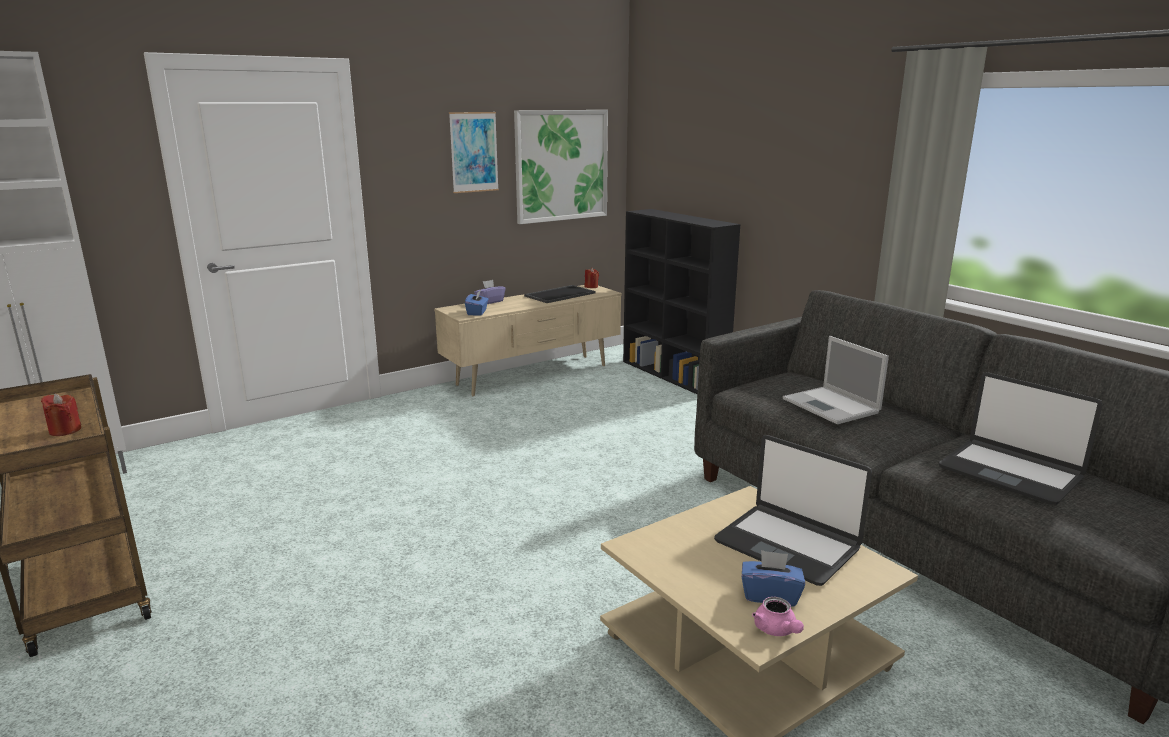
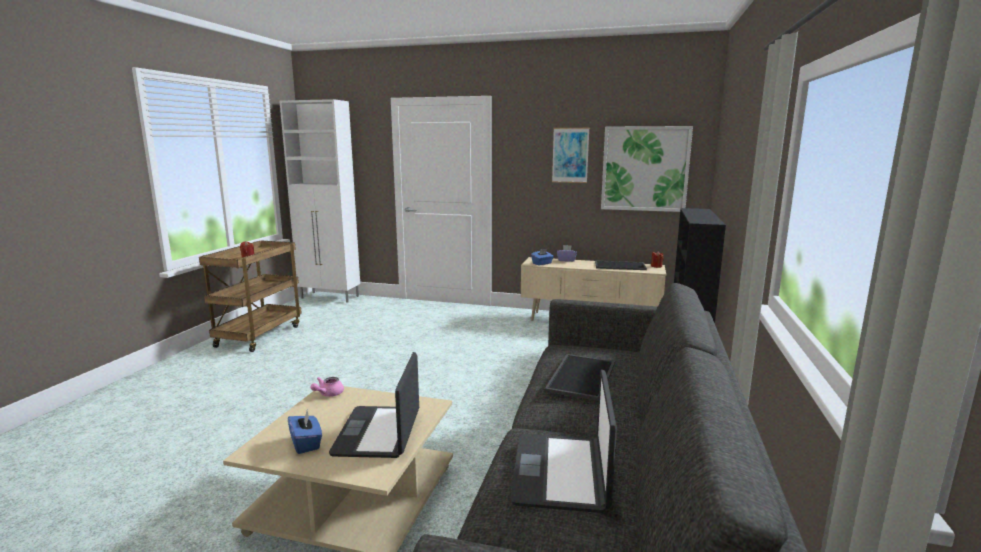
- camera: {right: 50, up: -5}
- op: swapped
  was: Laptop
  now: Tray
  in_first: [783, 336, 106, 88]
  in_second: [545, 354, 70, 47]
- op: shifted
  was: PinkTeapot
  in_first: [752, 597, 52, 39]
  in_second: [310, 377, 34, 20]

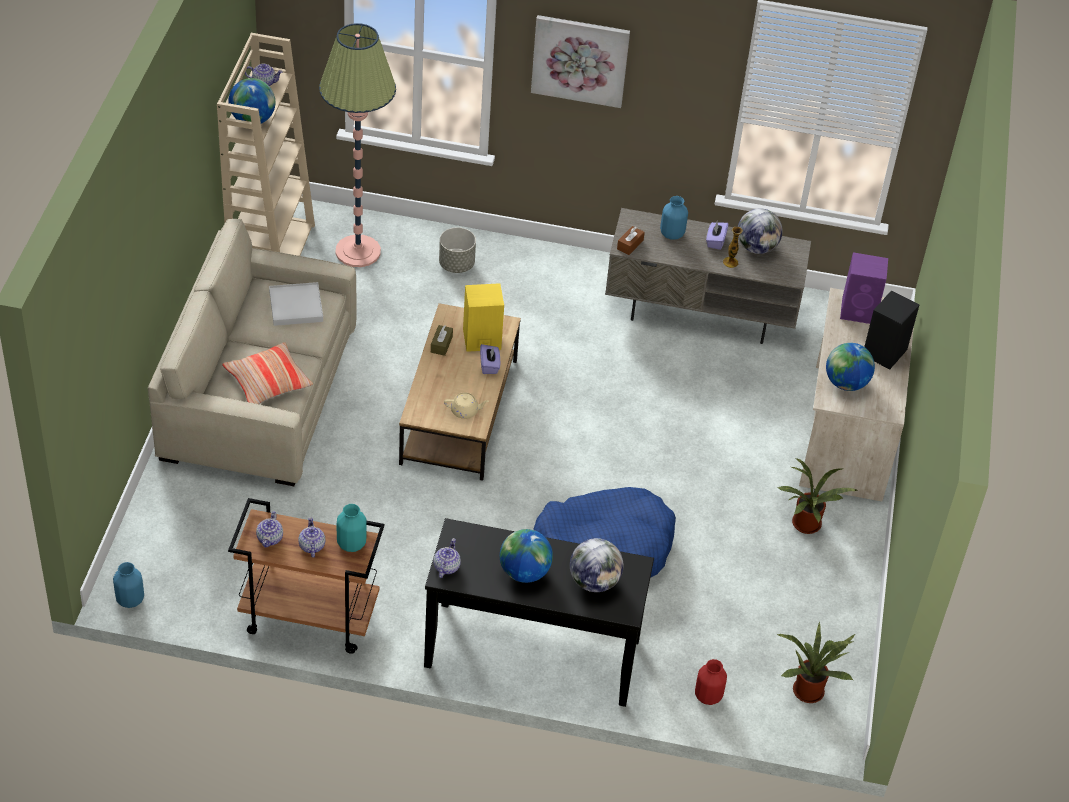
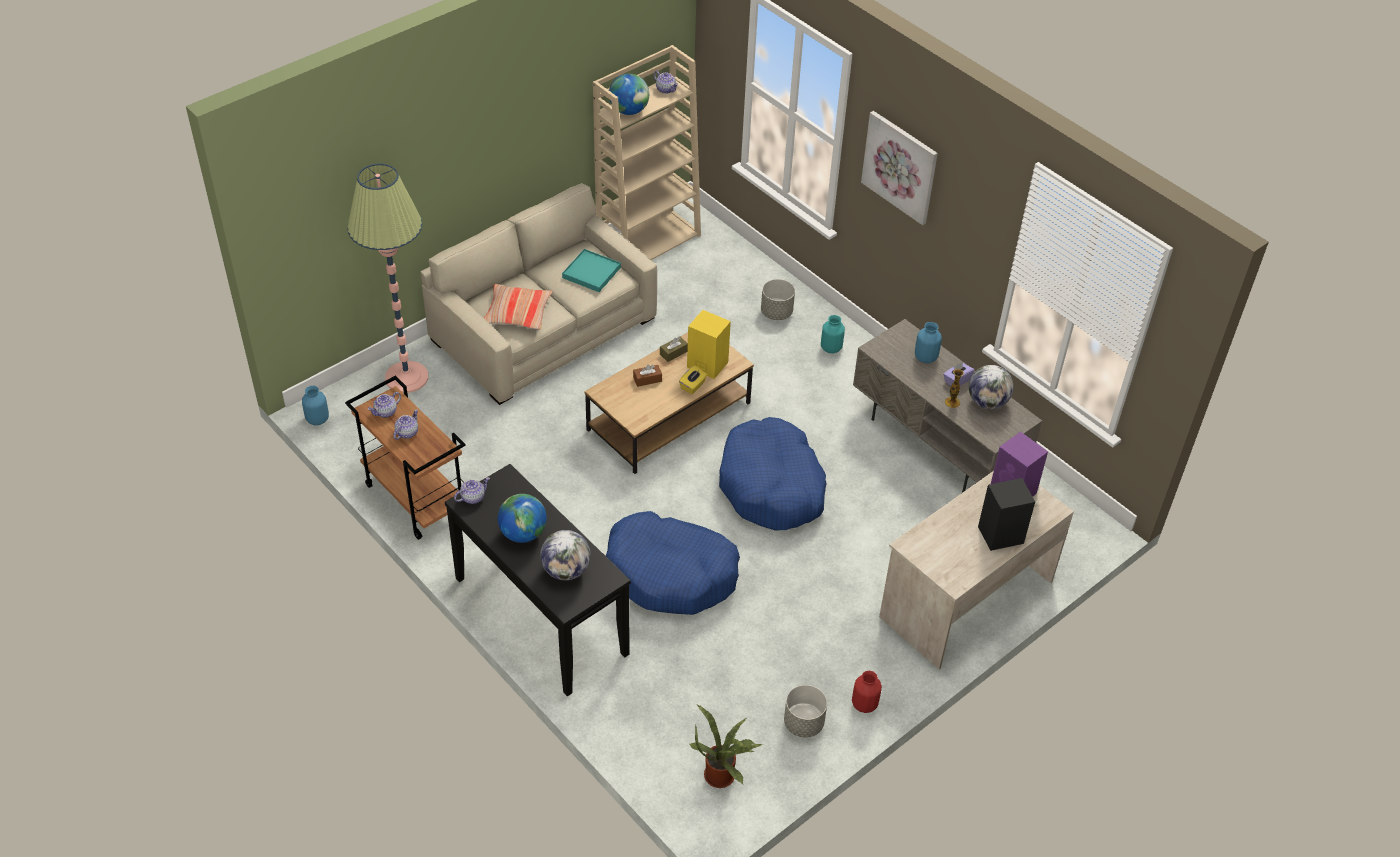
- camera: {right: 40, up: 0}
- op: shifted
  was: FloorLamp
  in_first: [319, 23, 77, 244]
  in_second: [347, 164, 81, 229]
- op: shifted
  was: BrownTissueBox
  in_first: [617, 226, 28, 29]
  in_second: [633, 365, 29, 22]
- op: repainted
  was: WhiteTray
  now: TurquoiseTray
  in_first: [269, 282, 54, 44]
  in_second: [562, 249, 59, 43]
- op: gone
  was: Globe
  in_first: [826, 343, 49, 48]
- op: repainted
  was: PurpleTissueBox
  now: YellowTissueBox
  in_first: [480, 344, 20, 30]
  in_second: [679, 365, 28, 29]
- op: gone
  was: BeigeTeapot
  in_first: [444, 392, 45, 27]
- op: gone
  was: PottedPlant
  in_first: [777, 458, 82, 76]
- op: shifted
  was: TurquoiseVase
  in_first: [337, 504, 30, 48]
  in_second: [821, 315, 24, 38]
- op: shifted
  was: RedVase
  in_first: [695, 659, 32, 46]
  in_second: [852, 671, 30, 42]
- op: new
  now: BlueDogBed
  in_second: [719, 417, 108, 114]
- op: new
  now: GreyPlanter
  in_second: [784, 685, 43, 53]

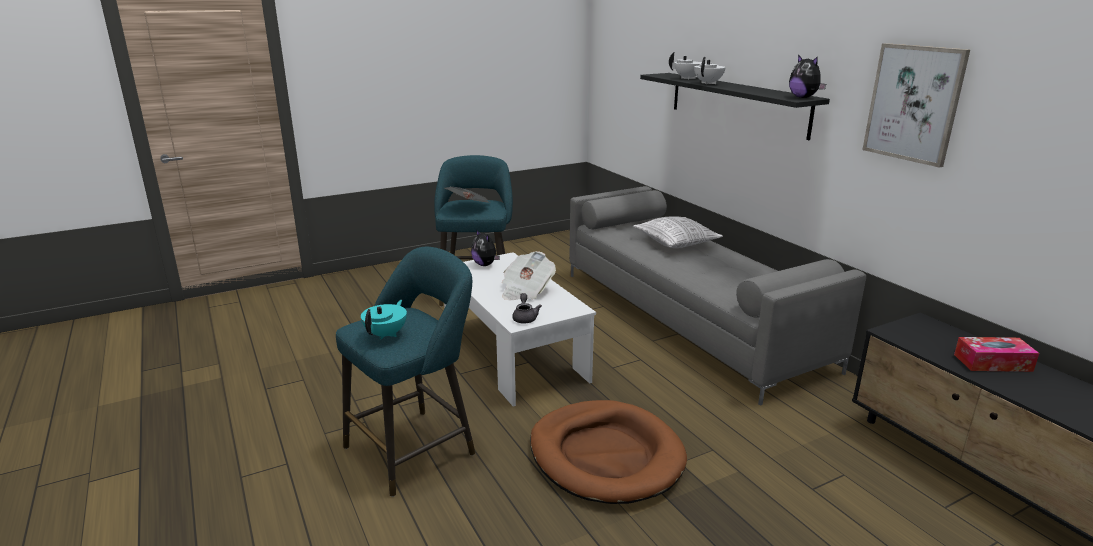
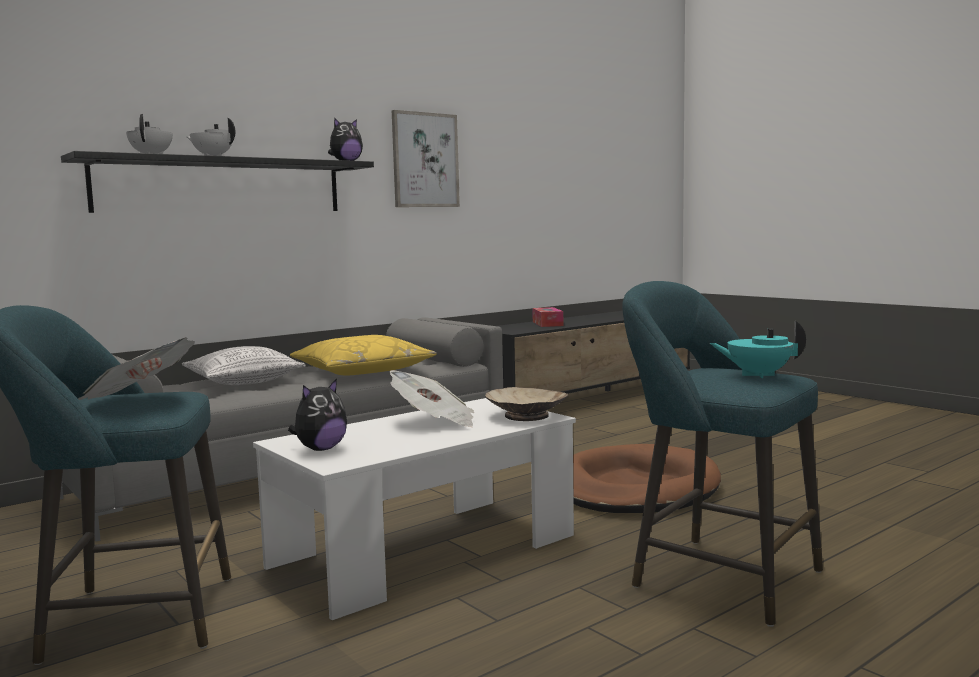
- camera: {right: -100, up: -15}
- op: swapped
  was: GreyTeapot
  now: BeigeBowl
  in_first: [512, 293, 30, 30]
  in_second: [485, 387, 83, 34]
- op: new
  now: YellowPillow
  in_second: [290, 335, 147, 40]

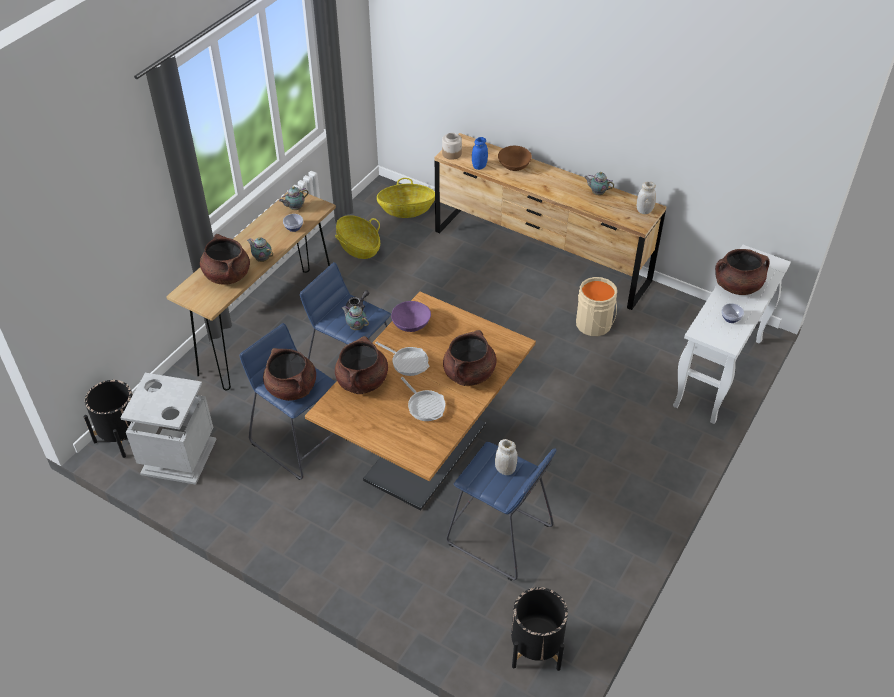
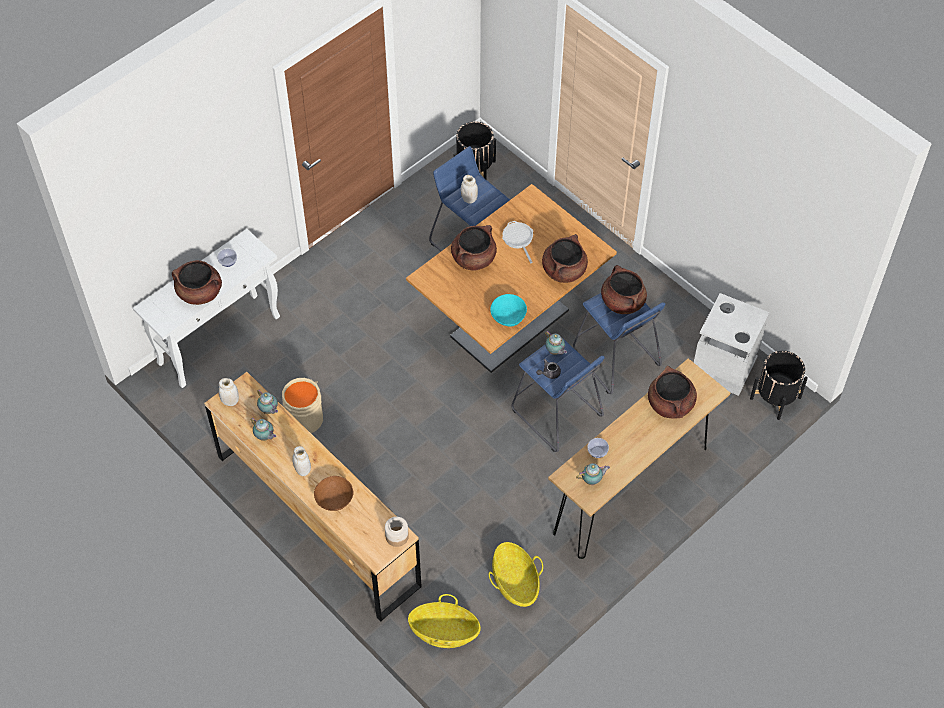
- camera: {right: -165, up: 10}
- op: gone
  was: BlueJar
  in_first: [472, 137, 16, 33]
- op: shifted
  was: Teapot
  in_first: [247, 237, 26, 25]
  in_second: [257, 389, 21, 25]
- op: repainted
  was: PurpleBowl
  now: TurquoiseBowl
  in_first: [391, 301, 40, 31]
  in_second: [490, 294, 37, 32]
- op: gone
  was: FryingPan
  in_first: [375, 342, 54, 34]
- op: new
  now: WhiteJar
  in_second: [292, 446, 19, 30]

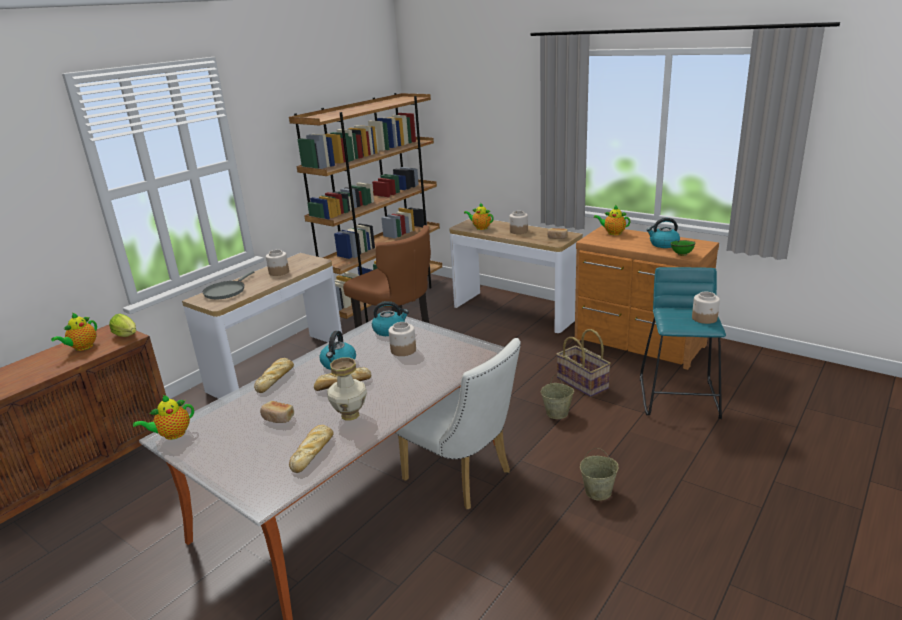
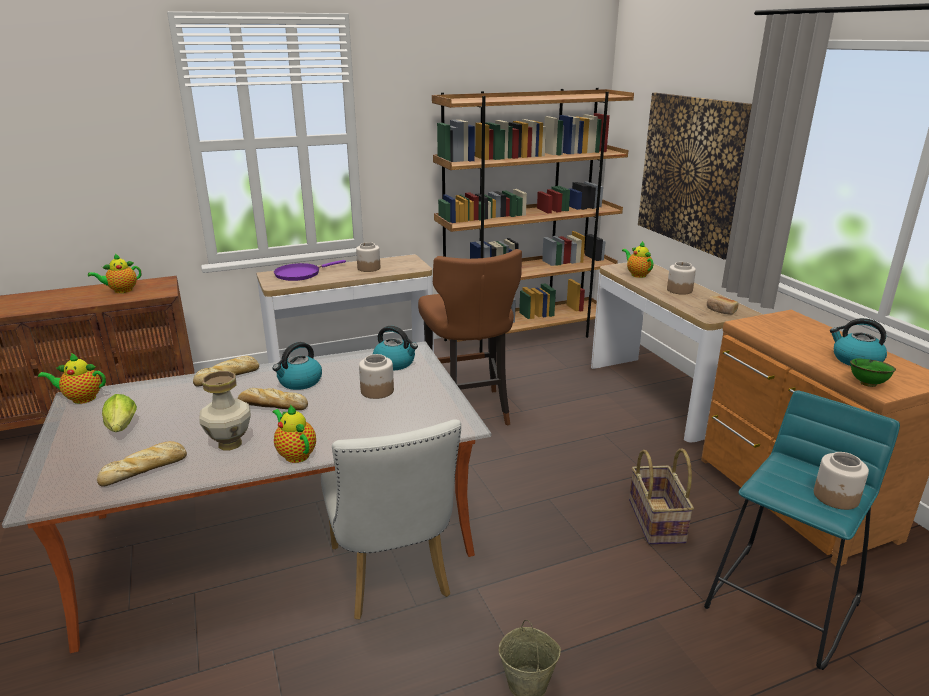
- camera: {right: 30, up: 0}
- op: shifted
  was: Teapot
  in_first: [593, 205, 37, 30]
  in_second: [273, 404, 43, 59]
- op: repainted
  was: GreyFryingPan
  now: PurpleFryingPan
  in_first: [203, 271, 51, 28]
  in_second: [274, 260, 72, 21]
- op: shifted
  was: Lettuce
  in_first: [109, 314, 27, 23]
  in_second: [102, 394, 35, 38]
- op: gone
  was: BeigeBucket
  in_first: [541, 375, 33, 44]
- op: gone
  was: Bread
  in_first: [260, 401, 34, 22]
- op: new
  now: Picture
  in_second: [638, 93, 114, 167]

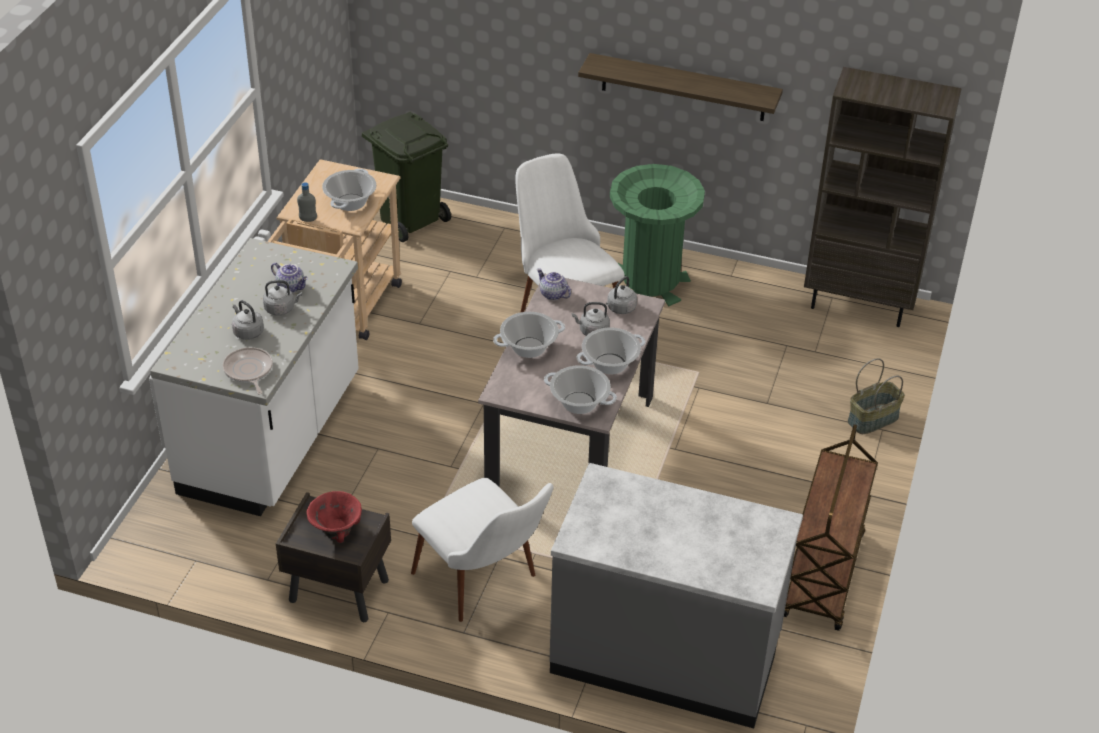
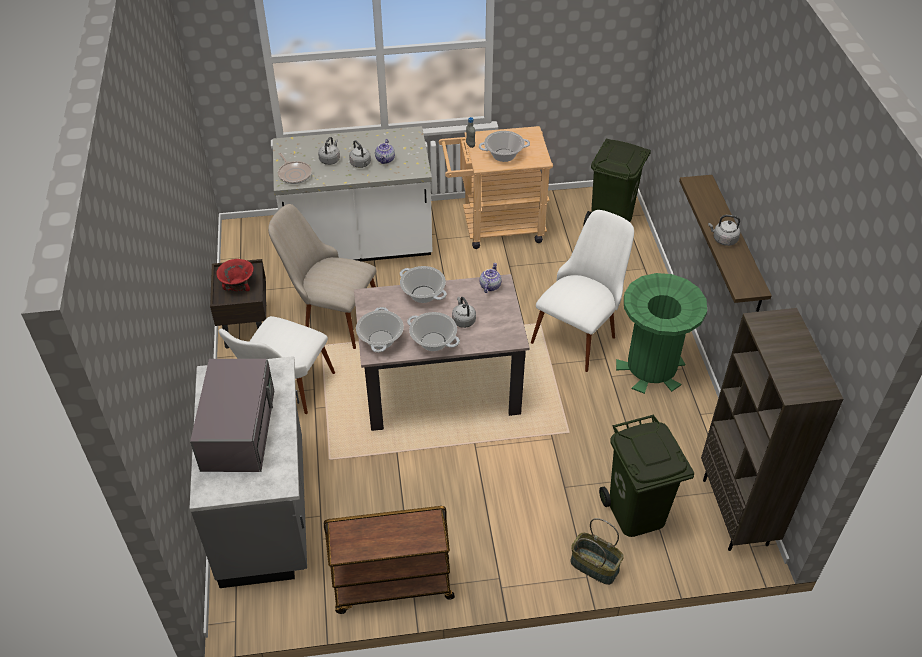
- camera: {right: 65, up: 5}
- op: shifted
  was: GreyKettle
  in_first: [606, 276, 31, 38]
  in_second: [708, 215, 33, 31]
- op: rotated
  was: FryingPan
  in_first: [223, 347, 50, 48]
  in_second: [278, 153, 34, 31]
  clockwise: 105
- op: new
  now: BeigeChair
  in_second: [268, 204, 109, 145]
- op: new
  now: GreyMicrowave
  in_second: [190, 359, 84, 113]
- op: new
  now: GreenTrashCan
  in_second: [599, 415, 95, 122]

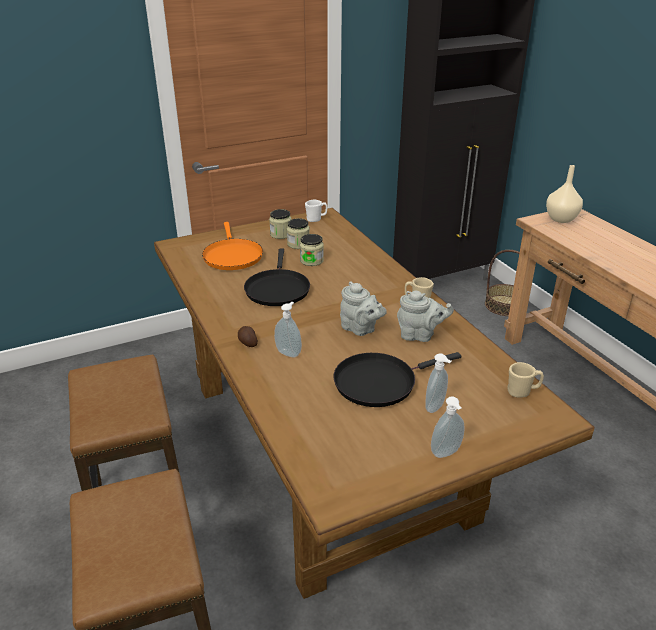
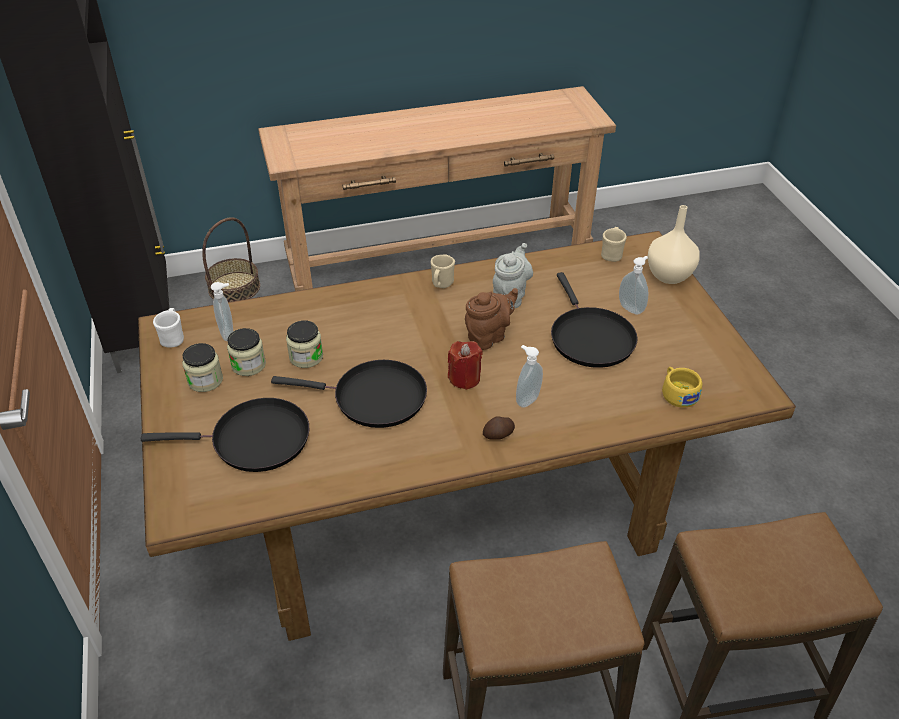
- camera: {right: -80, up: 10}
- op: shifted
  was: BeigeVase
  in_first: [546, 165, 37, 58]
  in_second: [647, 205, 53, 79]
- op: repainted
  was: OrangeFryingPan
  now: BlackFryingPan
  in_first: [202, 222, 61, 48]
  in_second: [141, 398, 168, 74]
- op: repainted
  was: GreyTeapot
  now: BrownTeapot
  in_first: [340, 281, 46, 55]
  in_second: [465, 288, 53, 62]
- op: shifted
  was: SoapDispenser
  in_first: [431, 396, 34, 62]
  in_second: [211, 282, 22, 59]
- op: new
  now: RedCandle
  in_second: [448, 341, 35, 49]
- op: new
  now: YellowCup
  in_second: [662, 367, 40, 41]

